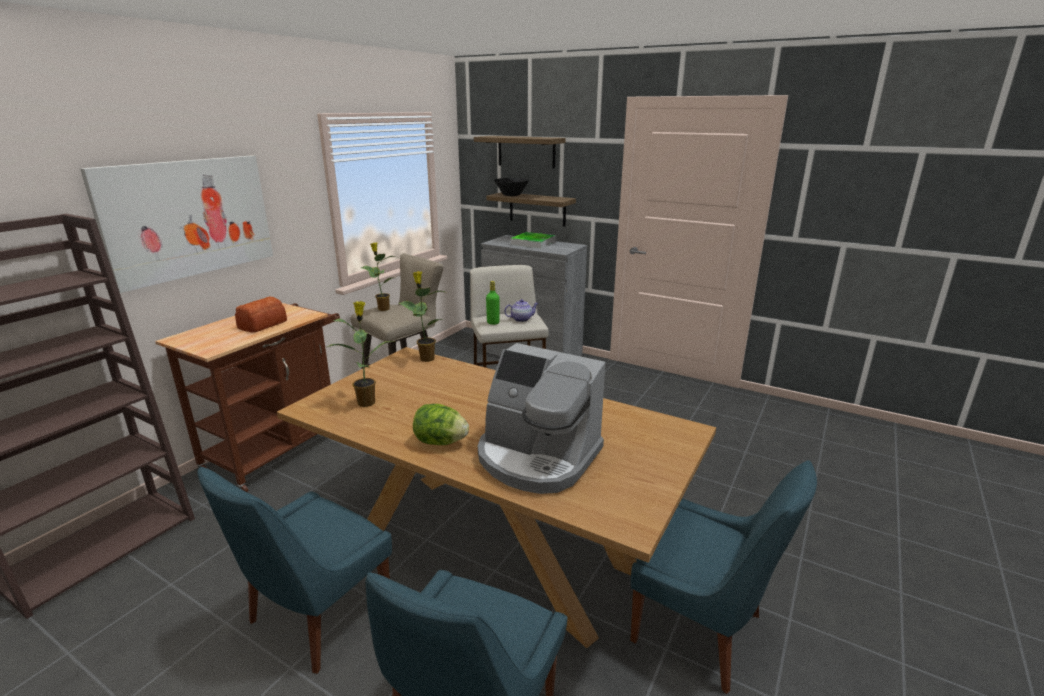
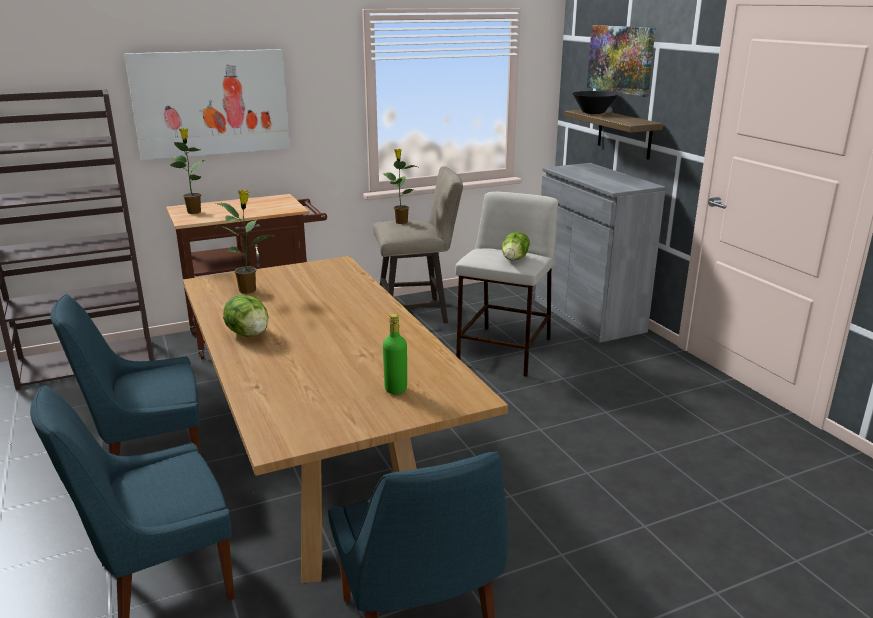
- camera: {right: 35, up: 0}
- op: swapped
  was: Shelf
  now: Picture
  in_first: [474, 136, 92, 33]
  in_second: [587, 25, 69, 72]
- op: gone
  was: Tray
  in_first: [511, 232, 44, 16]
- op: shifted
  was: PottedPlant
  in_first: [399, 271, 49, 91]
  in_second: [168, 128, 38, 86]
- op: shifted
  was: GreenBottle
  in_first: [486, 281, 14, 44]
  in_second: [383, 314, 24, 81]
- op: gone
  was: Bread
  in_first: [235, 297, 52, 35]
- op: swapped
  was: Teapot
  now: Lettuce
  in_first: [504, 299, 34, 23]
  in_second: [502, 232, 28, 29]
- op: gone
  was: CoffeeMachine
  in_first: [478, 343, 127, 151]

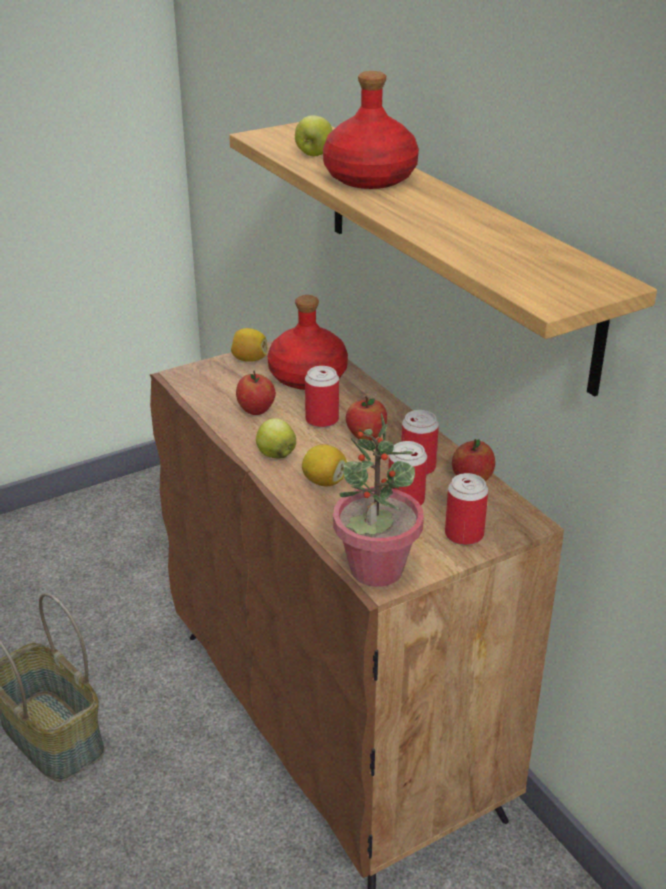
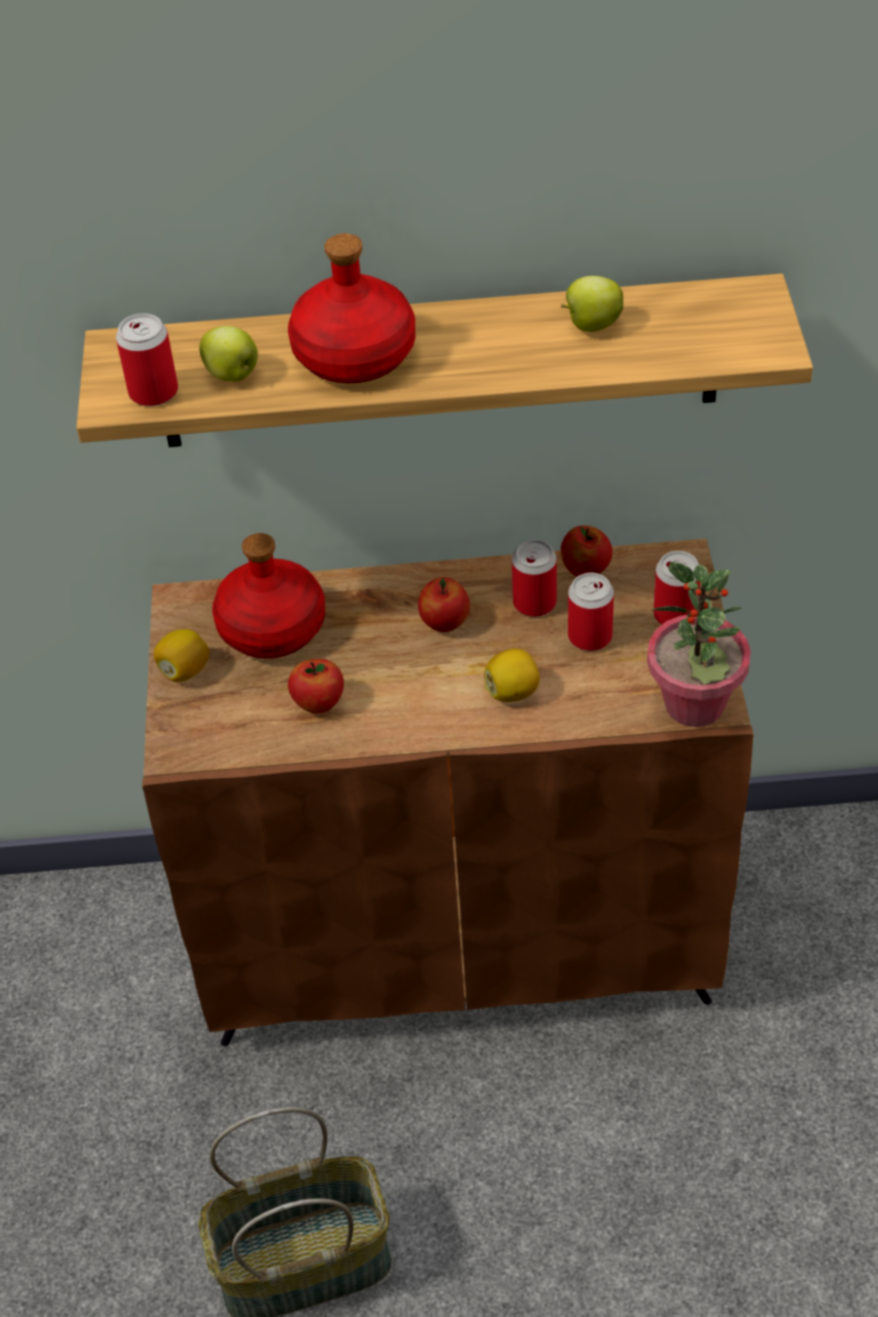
- camera: {right: -60, up: 15}
- op: shifted
  was: Can
  in_first: [305, 366, 34, 62]
  in_second: [116, 313, 62, 93]
- op: shifted
  was: Apple
  in_first: [256, 418, 40, 41]
  in_second: [561, 276, 62, 56]

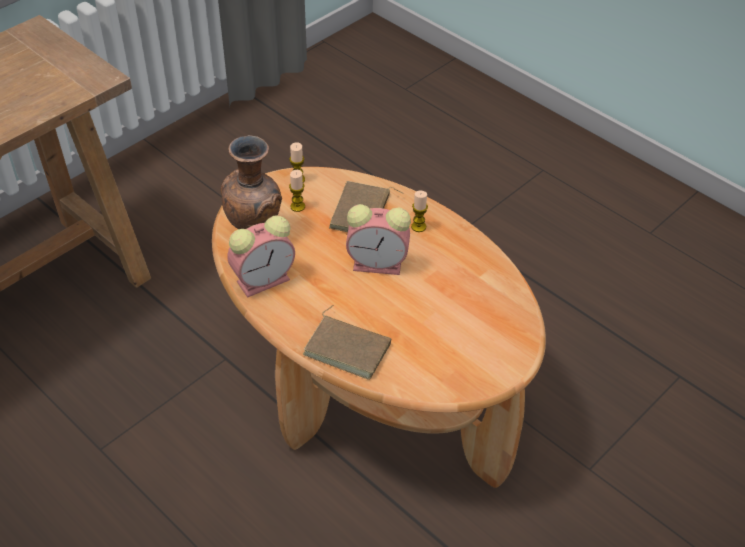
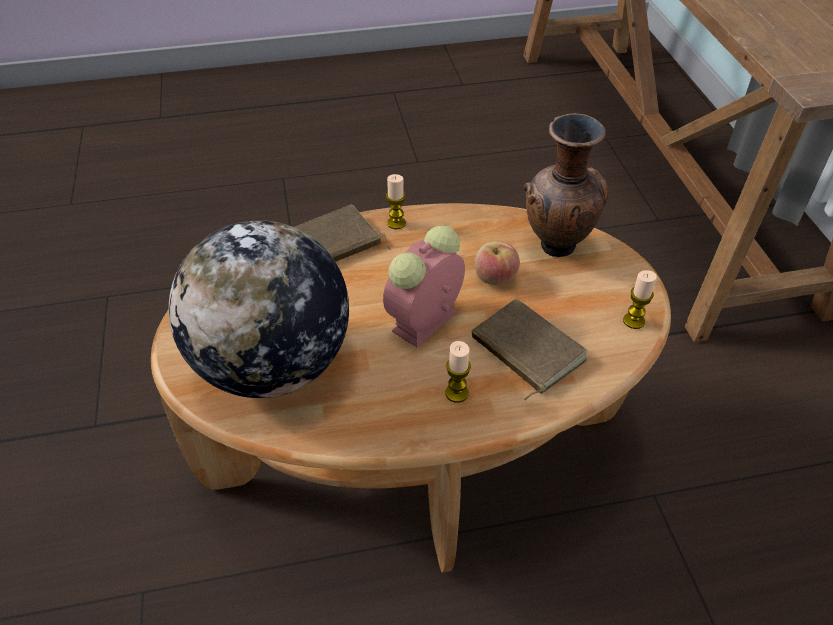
- camera: {right: 125, up: 0}
- op: shifted
  was: Candle
  in_first: [289, 170, 16, 42]
  in_second: [386, 174, 20, 55]
- op: gone
  was: AlarmClock
  in_first: [227, 216, 68, 82]
- op: new
  now: Globe
  in_second: [169, 220, 180, 178]
- op: new
  now: Apple
  in_second: [475, 241, 45, 44]

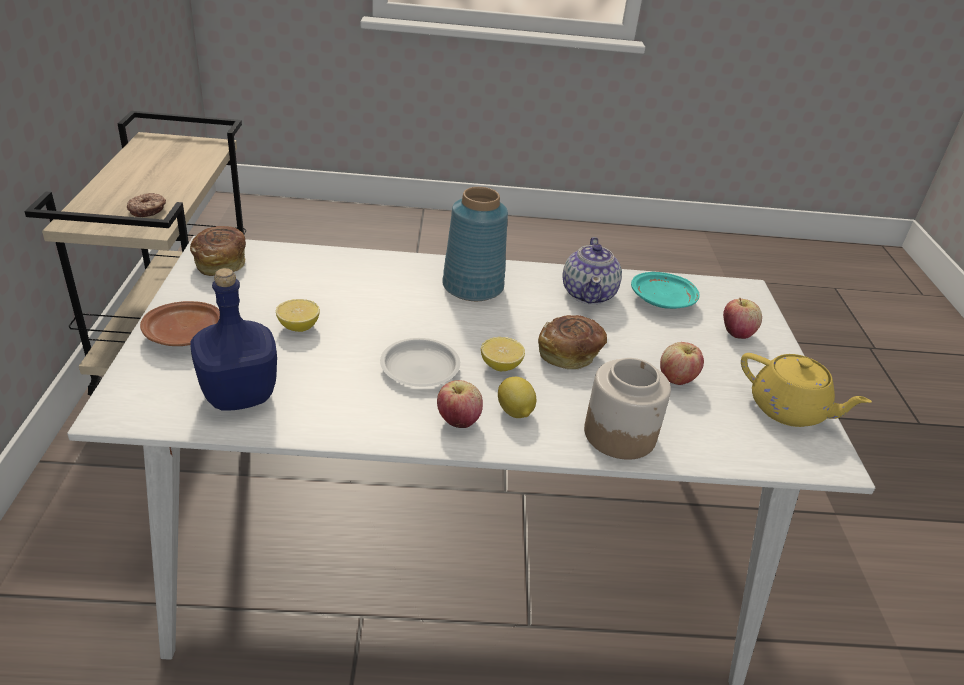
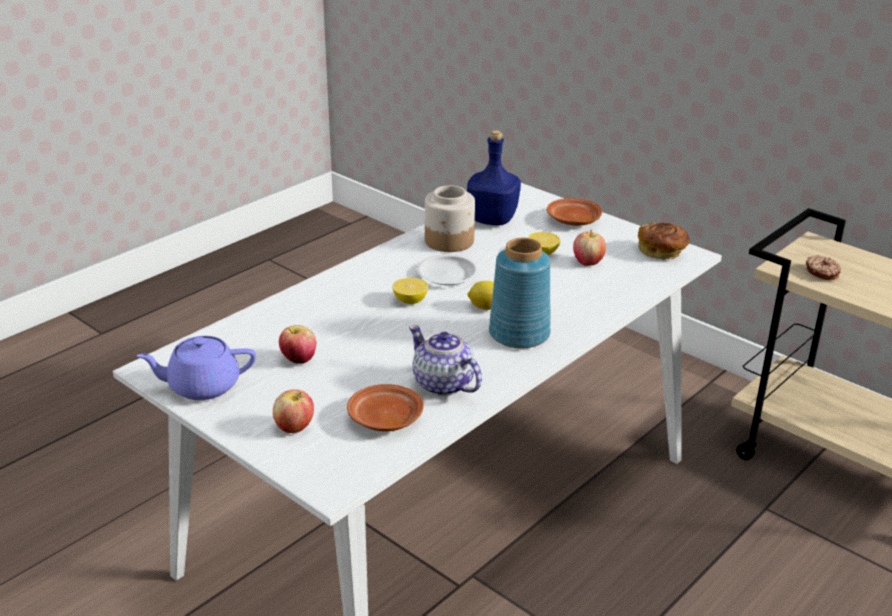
- camera: {right: 135, up: -5}
- op: repainted
  was: TurquoisePlate
  now: BrownPlate
  in_first: [631, 272, 69, 37]
  in_second: [347, 384, 77, 47]
- op: gone
  was: Bread
  in_first: [538, 315, 69, 55]
- op: repainted
  was: YellowTeapot
  now: PurpleTeapot
  in_first: [741, 353, 131, 74]
  in_second: [136, 336, 120, 64]
- op: shifted
  was: Jar
  in_first: [584, 358, 87, 102]
  in_second: [425, 185, 50, 67]
- op: shifted
  was: Lemon
  in_first: [498, 377, 38, 41]
  in_second: [467, 281, 27, 29]
- op: shifted
  was: Apple
  in_first: [437, 380, 46, 48]
  in_second: [573, 230, 33, 36]

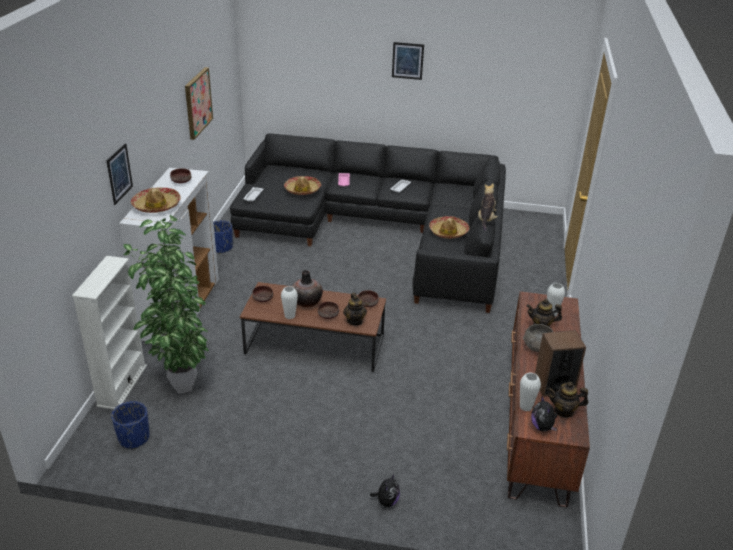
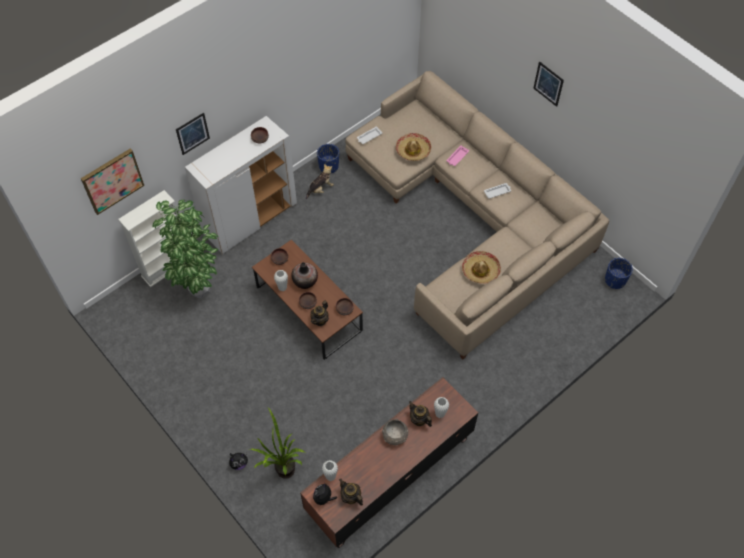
- camera: {right: 40, up: 25}
- op: shifted
  was: Picture
  in_first: [185, 67, 28, 73]
  in_second: [81, 148, 63, 67]
- op: repainted
  was: BlackSofa
  now: BeigeSofa
  in_first: [230, 133, 276, 180]
  in_second: [345, 71, 264, 288]
- op: shifted
  was: PlushToy
  in_first: [478, 183, 20, 48]
  in_second: [306, 164, 28, 36]
- op: gone
  was: Hat
  in_first: [131, 188, 50, 25]
- op: gone
  was: Speaker
  in_first: [535, 330, 51, 67]
- op: shifted
  was: BluePlanter
  in_first: [111, 401, 38, 48]
  in_second: [605, 258, 28, 31]
- op: new
  now: PottedPlant
  in_second: [249, 408, 56, 71]

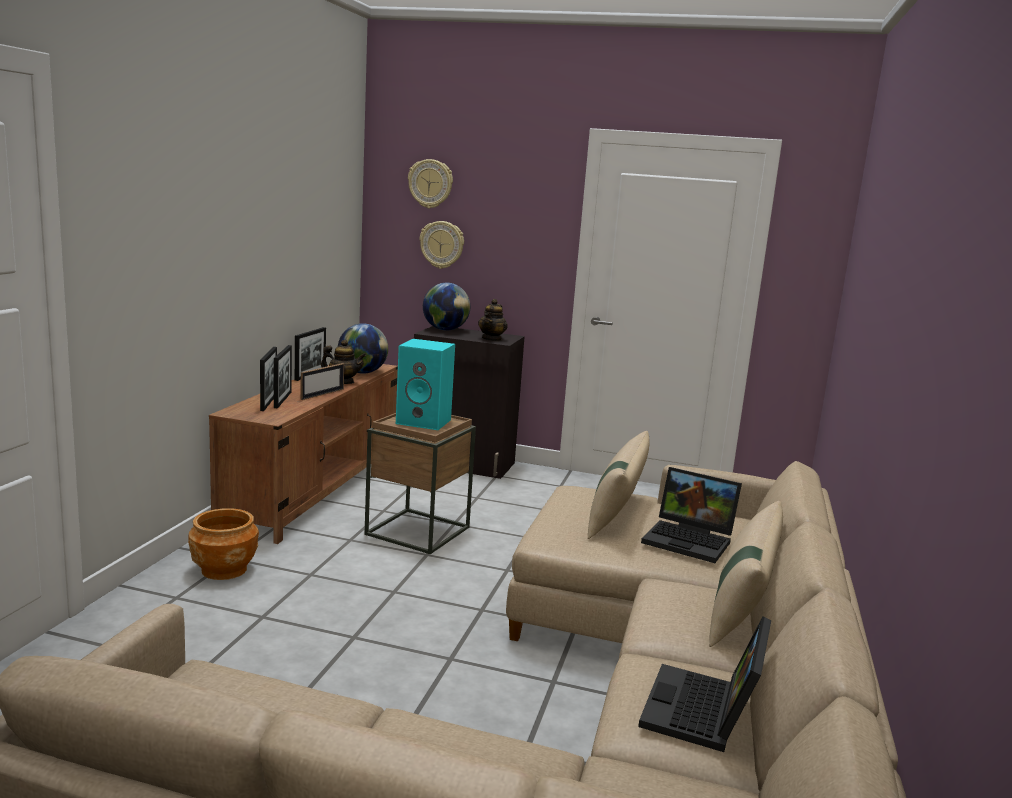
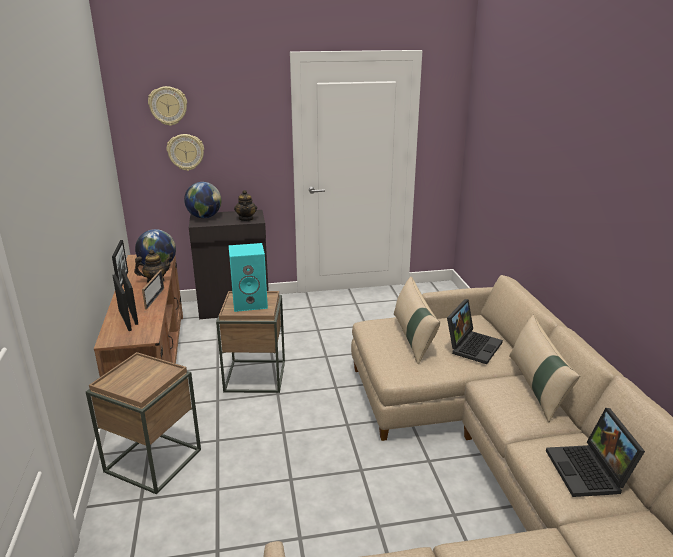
- camera: {right: -25, up: 10}
- op: rotated
  was: Laptop
  in_first: [641, 467, 101, 96]
  in_second: [447, 299, 56, 65]
  clockwise: -60
- op: swapped
  was: BrownPlanter
  now: BrownSideTable
  in_first: [188, 508, 71, 72]
  in_second: [86, 352, 115, 143]

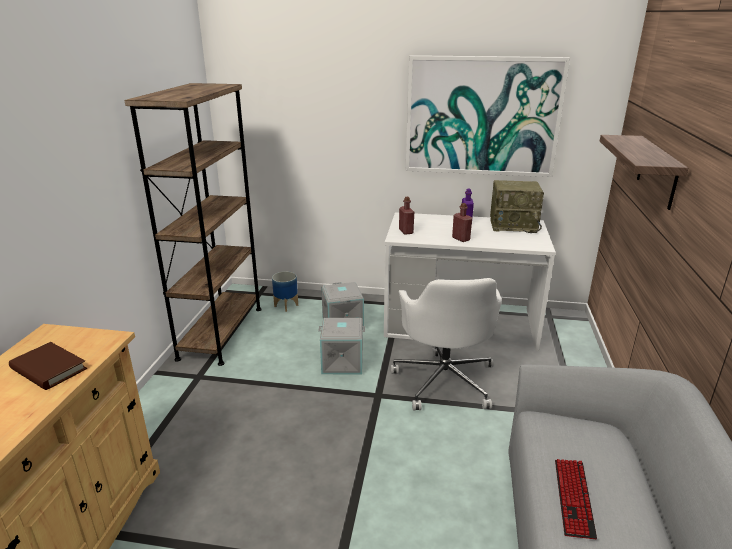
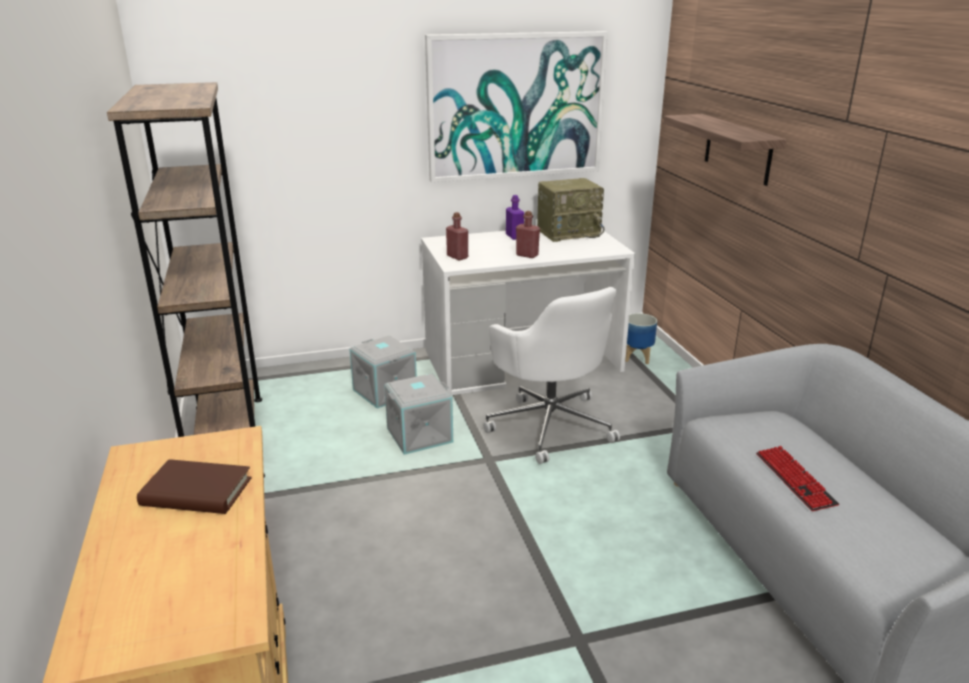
- camera: {right: -25, up: 0}
- op: shifted
  was: Planter
  in_first: [272, 271, 26, 41]
  in_second: [625, 313, 32, 51]

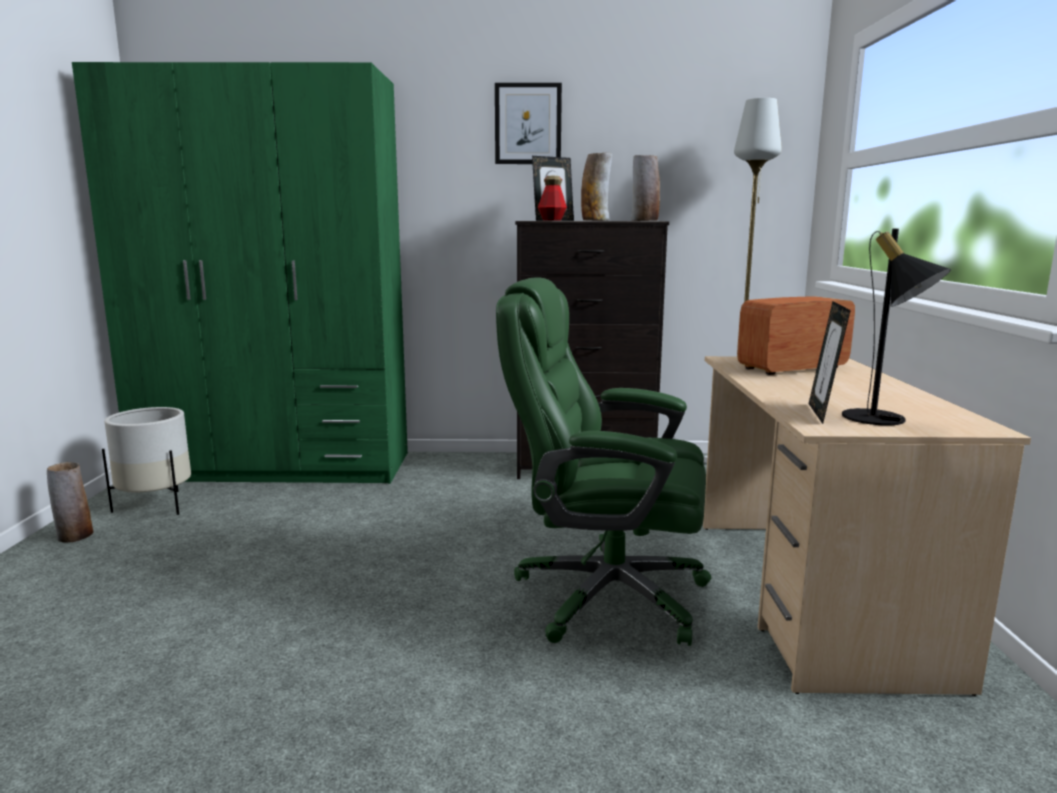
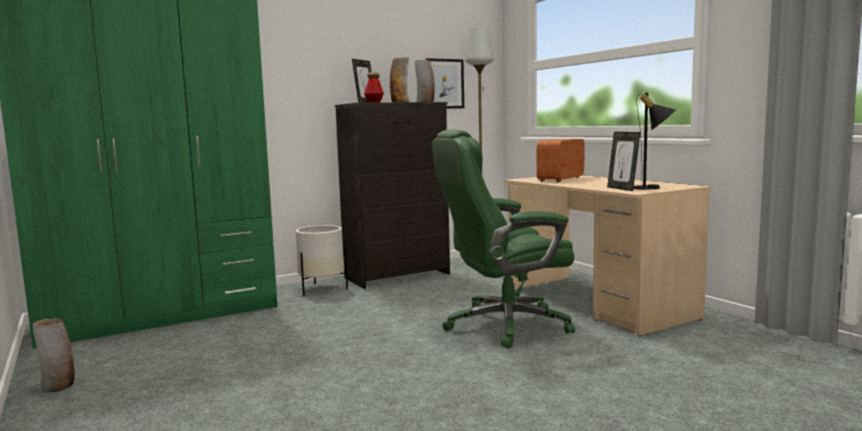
- camera: {right: -30, up: -5}
- op: shifted
  was: Picture
  in_first: [495, 83, 67, 81]
  in_second: [426, 58, 38, 51]
- op: shifted
  was: WhitePlanter
  in_first: [102, 407, 89, 108]
  in_second: [296, 225, 52, 71]

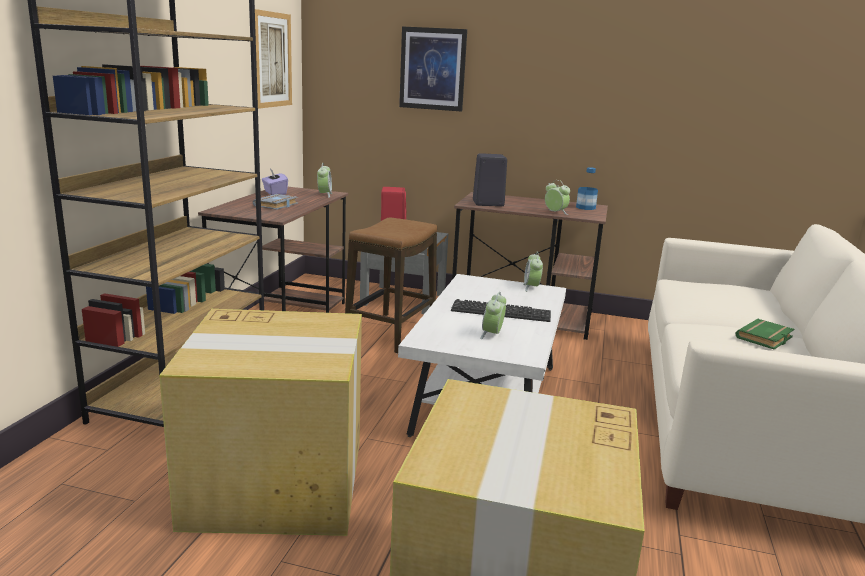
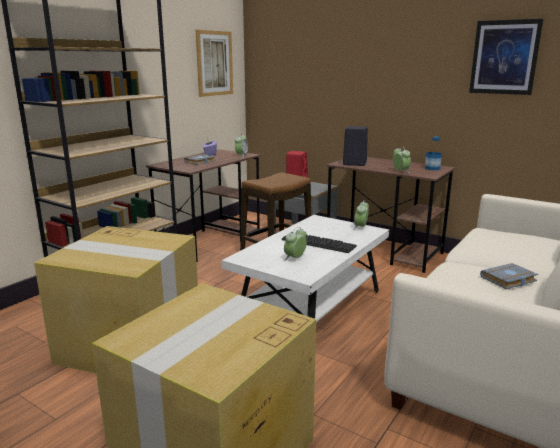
- camera: {right: 20, up: 0}
- op: shifted
  was: Picture
  in_first: [399, 27, 68, 85]
  in_second: [469, 19, 74, 76]
- op: repainted
  was: GreenBook
  now: GreyBook
  in_first: [735, 319, 59, 31]
  in_second: [480, 263, 58, 26]

